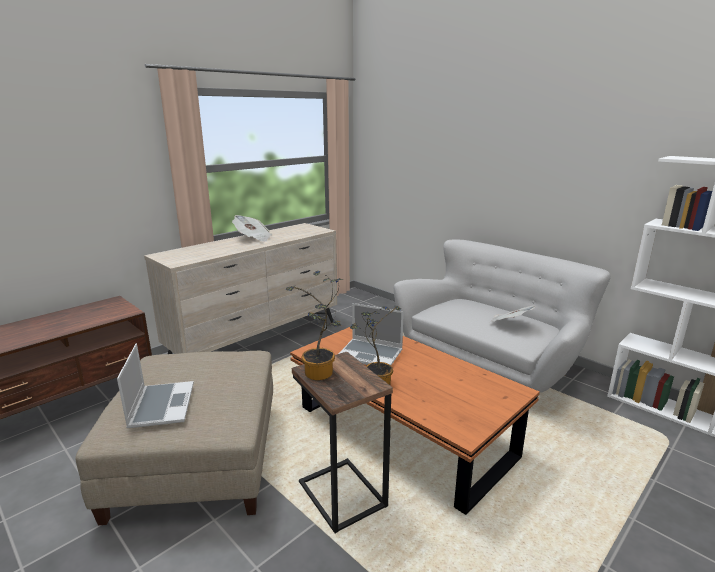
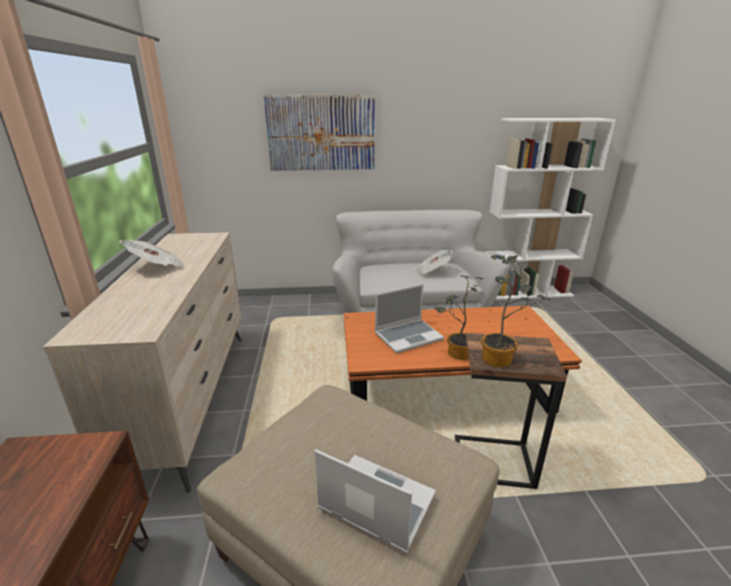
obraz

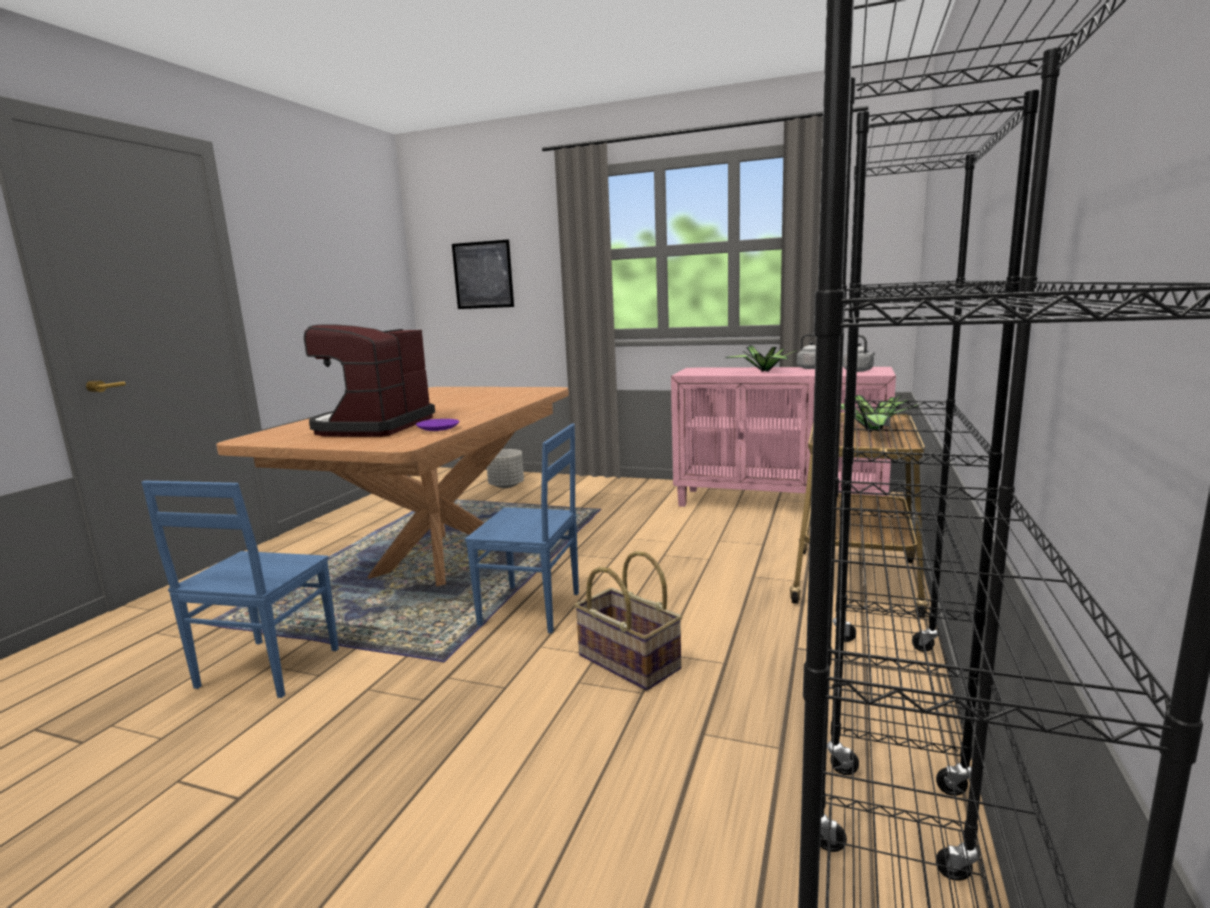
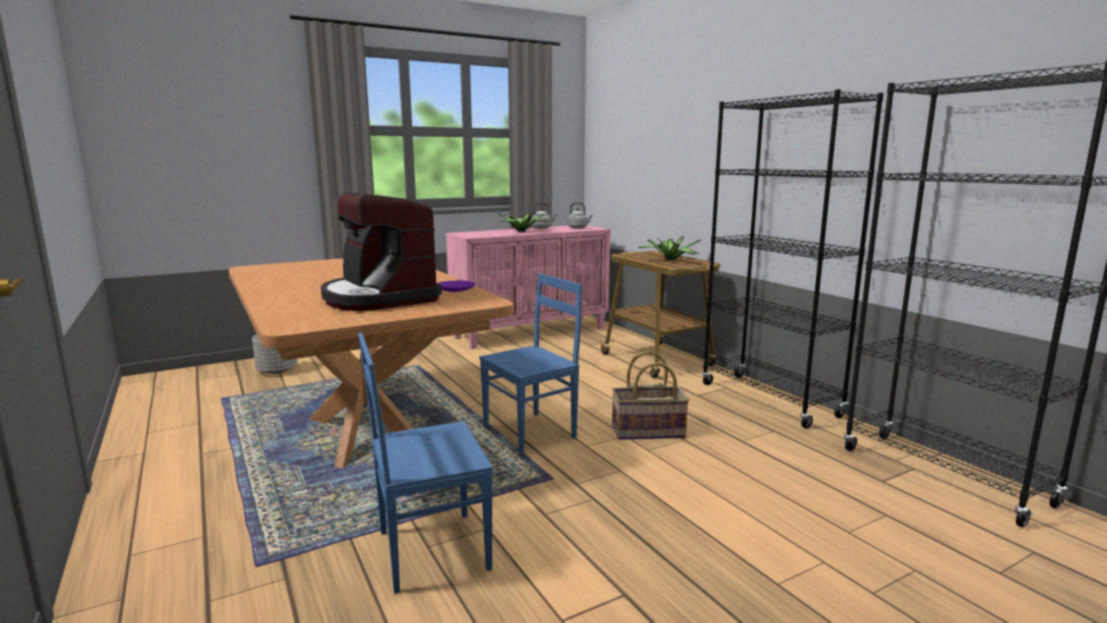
obraz
krzesło [niebieski] (1st from left)

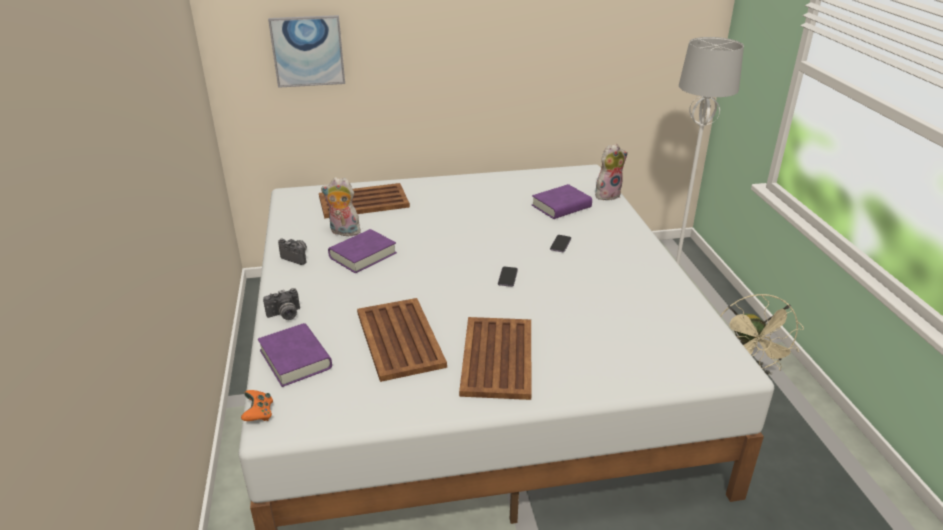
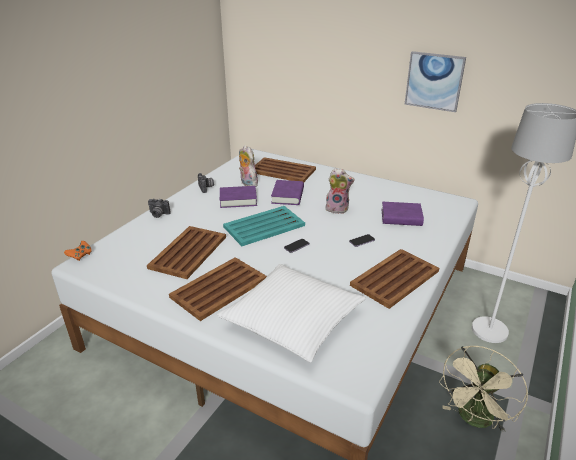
poduszka [biały]
taca [turkusowy]
taca [brązowy] (4th from left)
książka [fioletowy] (2nd from left)
obraz
pluszak (2nd from left)

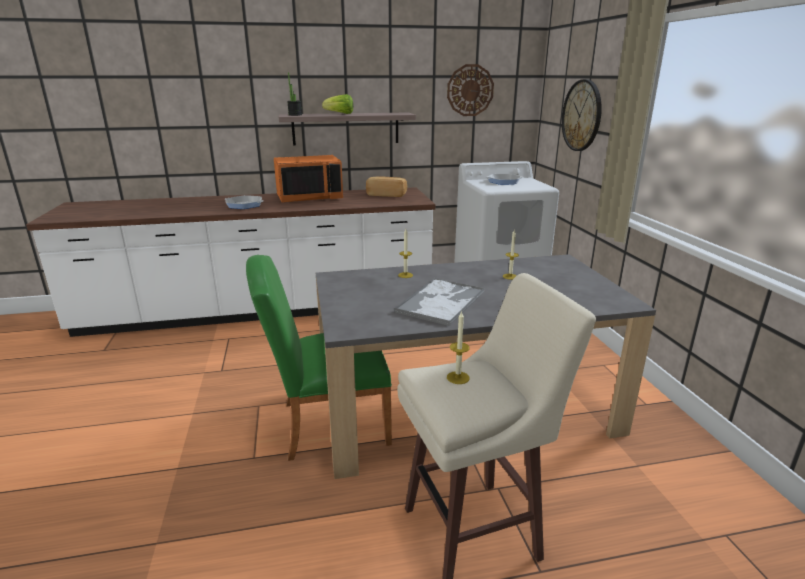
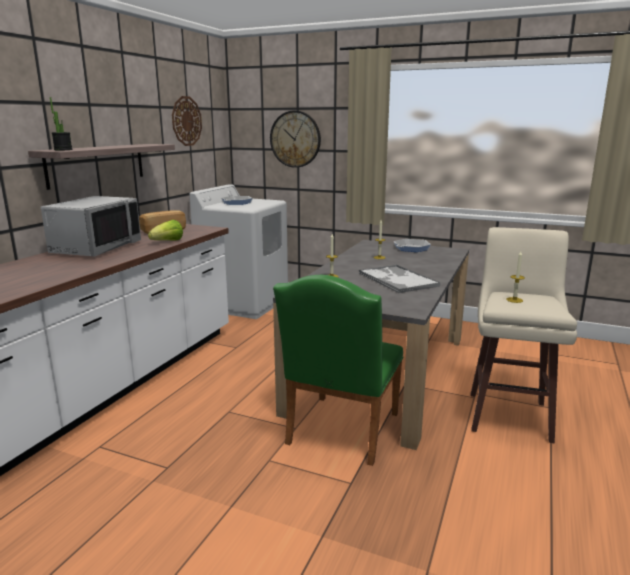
patelnia (2nd from left)
sałata
mikrofalówka [szary]

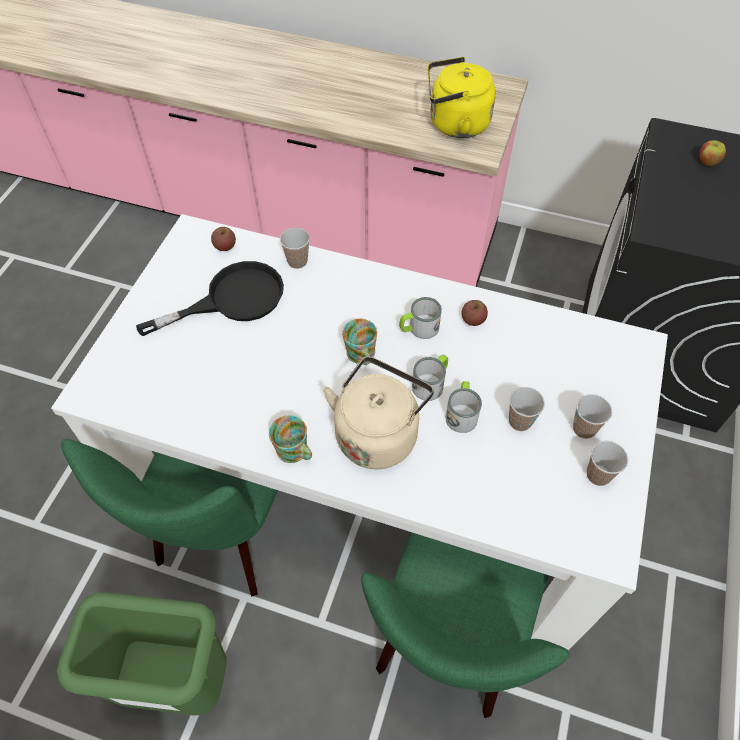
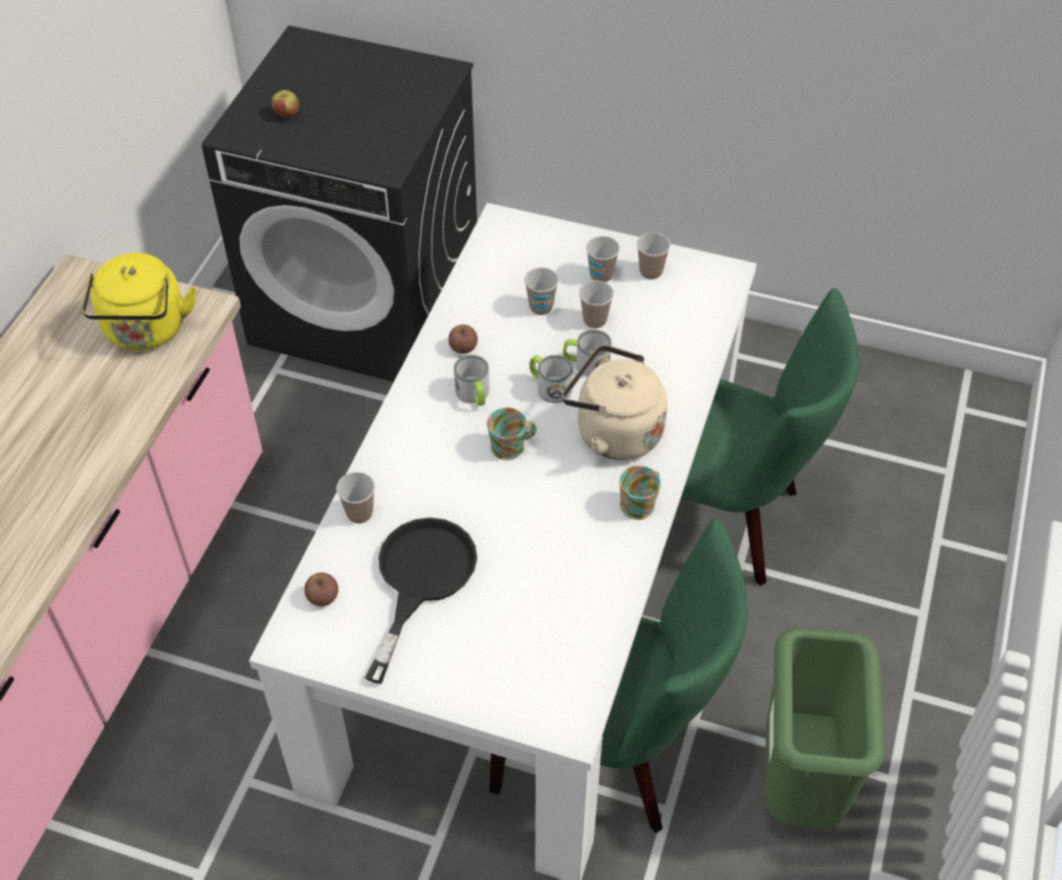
filiżanka (2nd from left)
patelnia [czarny]

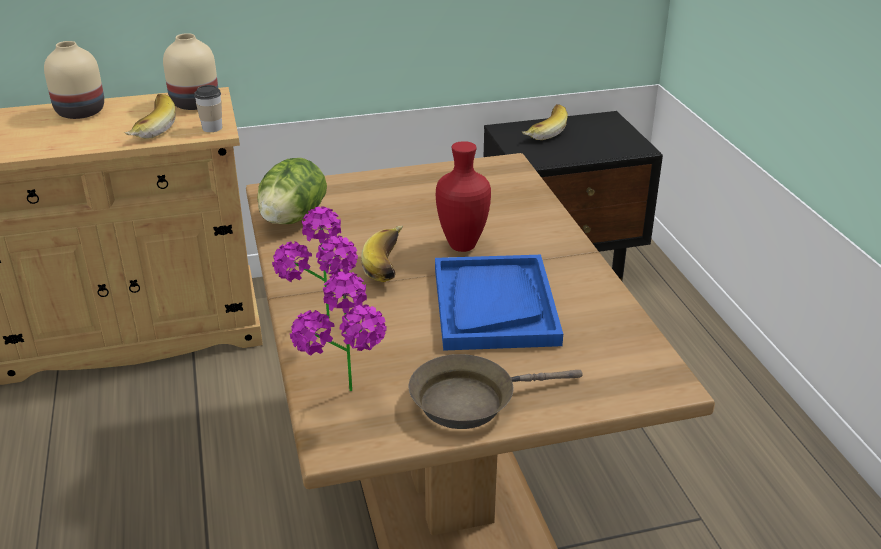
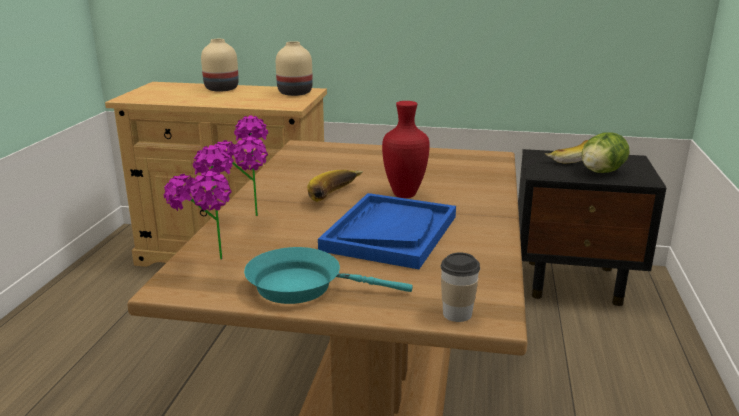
banan (1st from left in the first image)
filiżanka
sałata
patelnia [turkusowy]

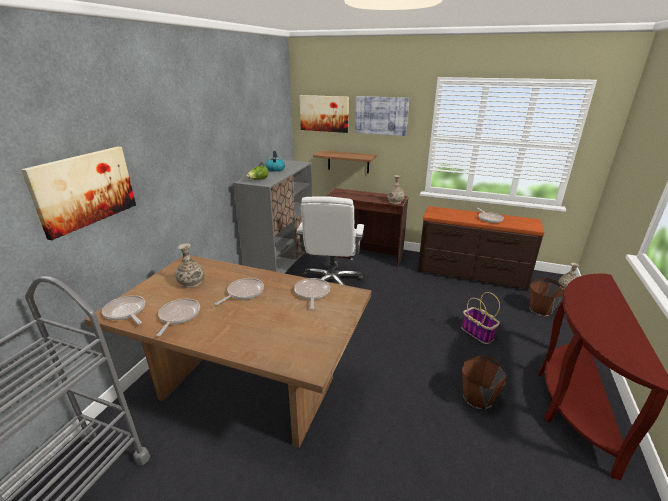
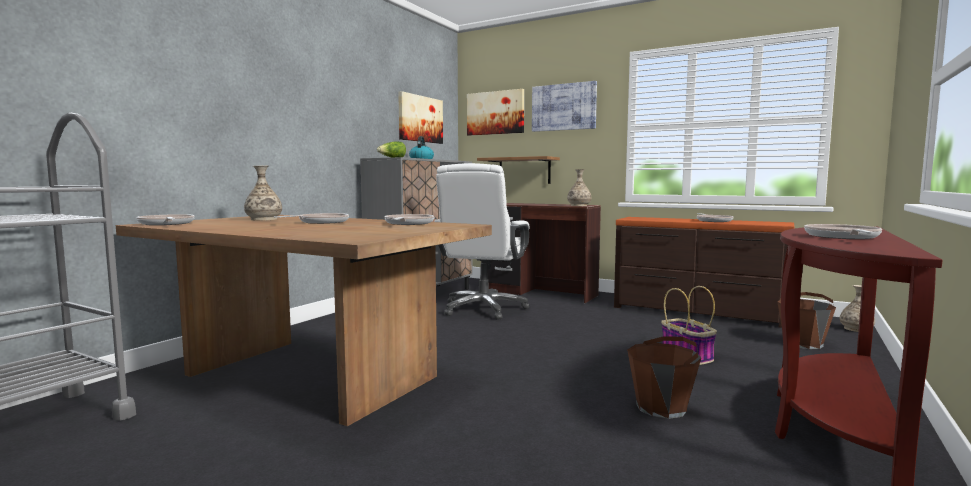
obraz (1st from left)
patelnia (5th from left)

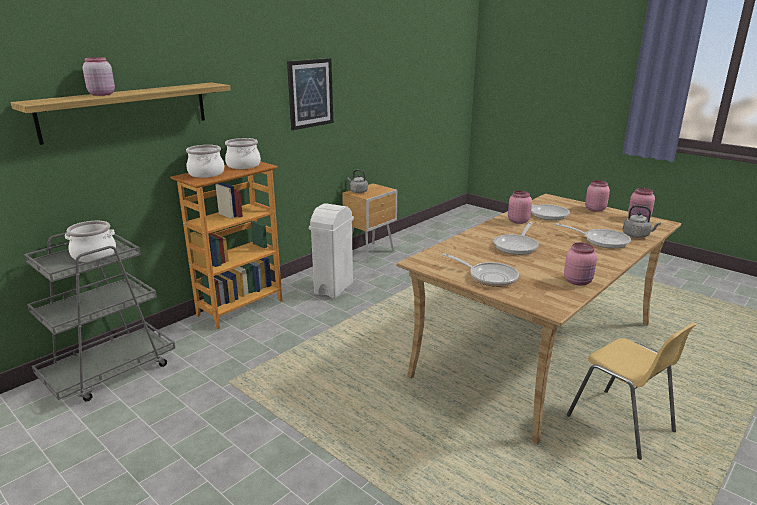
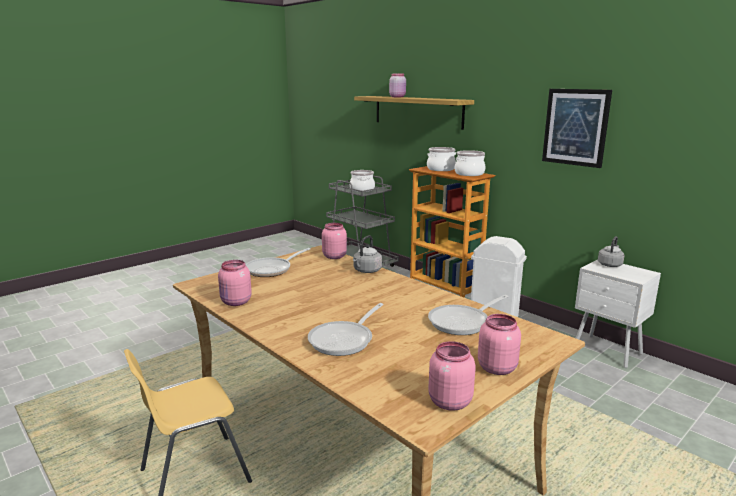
patelnia (2nd from left in the first image)
słoik [różowy] (2nd from left)
czajnik [szary] (1st from left)
szafka nocna [biały]

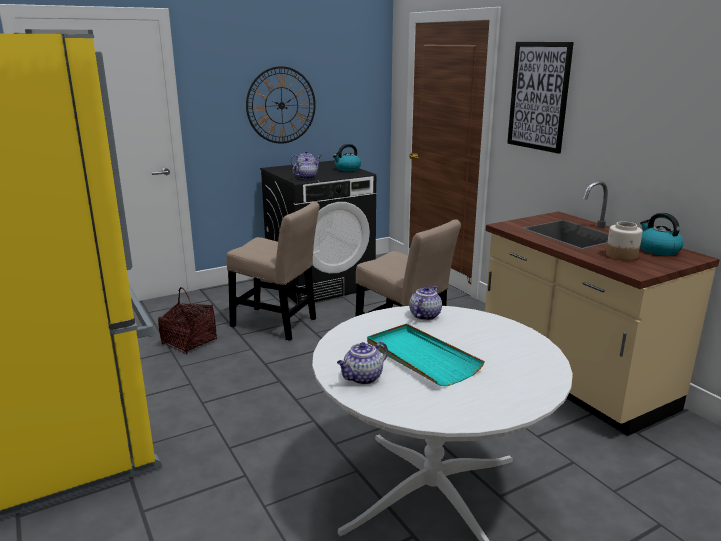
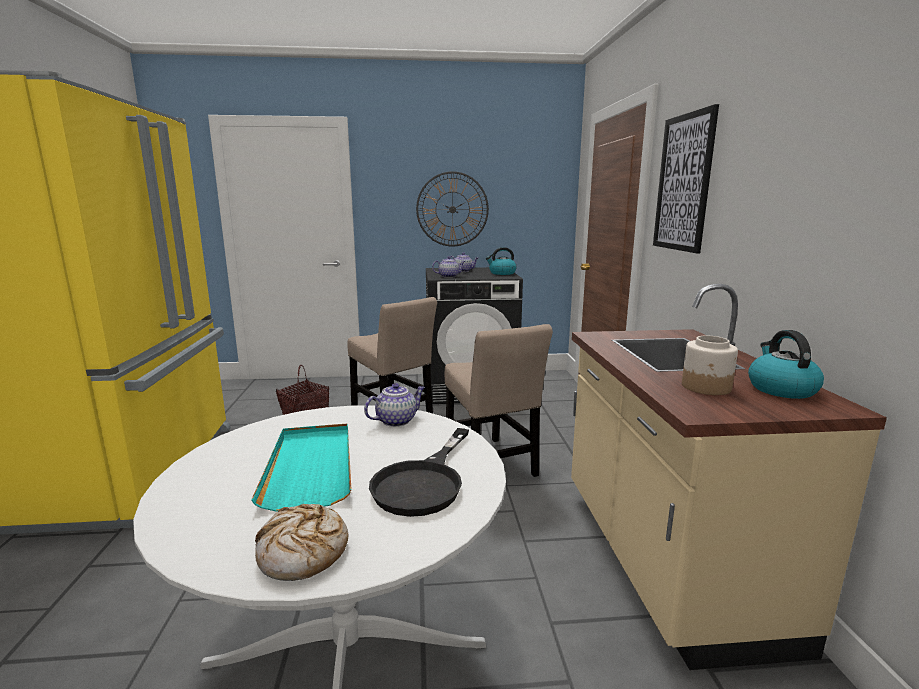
imbryk (3rd from left in the first image)
chleb
patelnia [czarny]

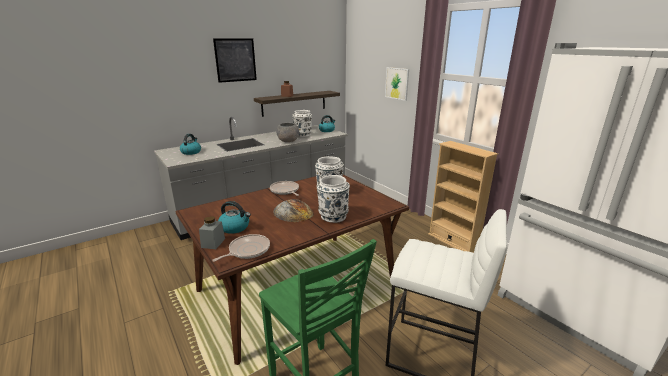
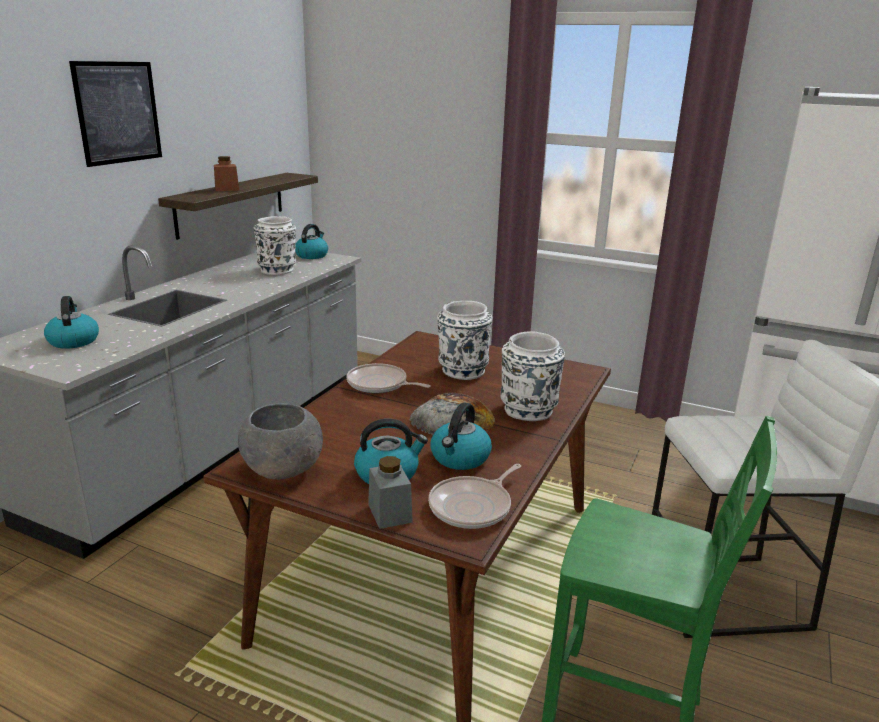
obraz (2nd from left in the first image)
regał [beżowy]
czajnik (4th from left)
miska [szary]
patelnia (2nd from left)

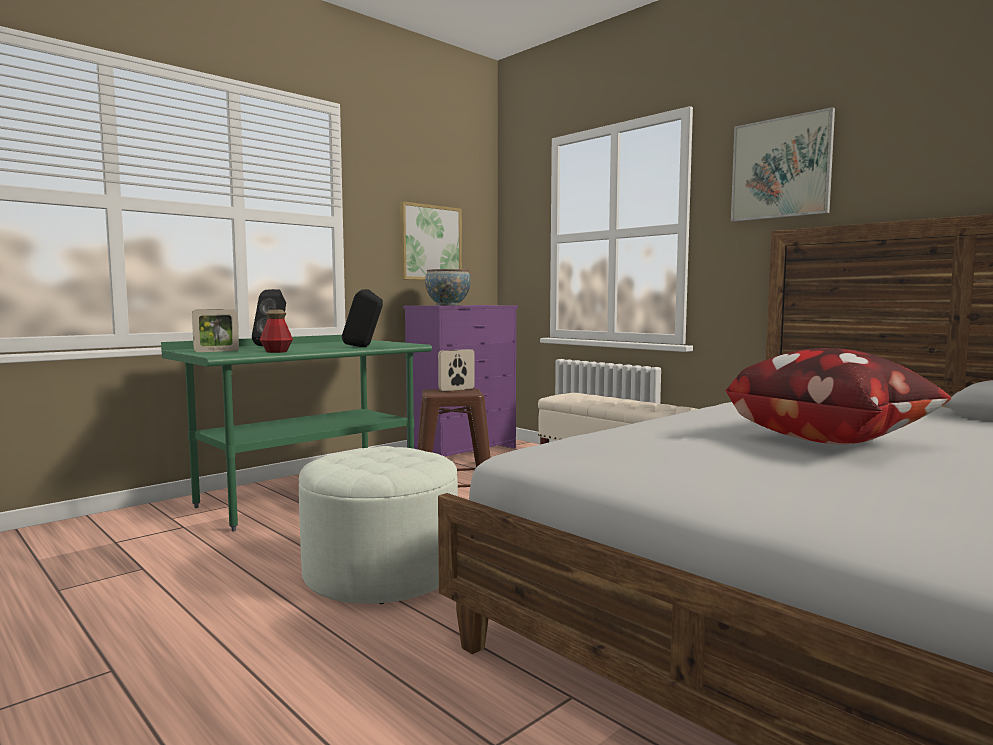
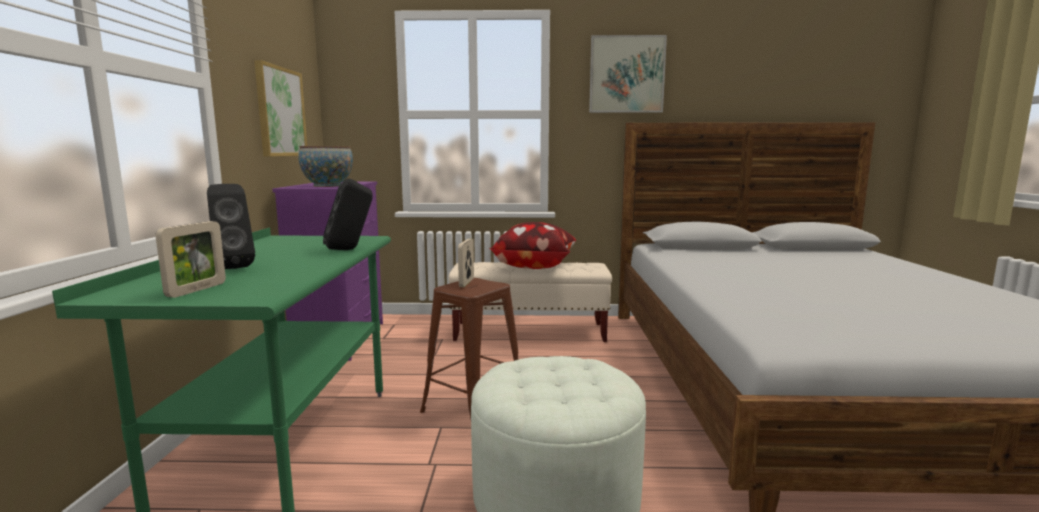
butelka
poduszka

